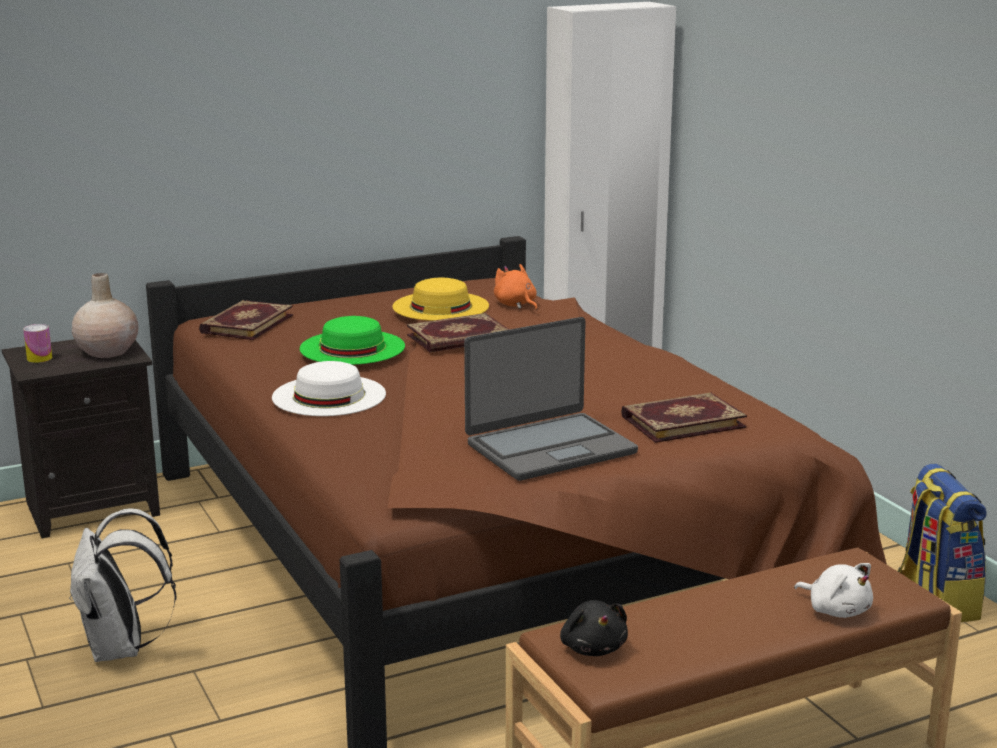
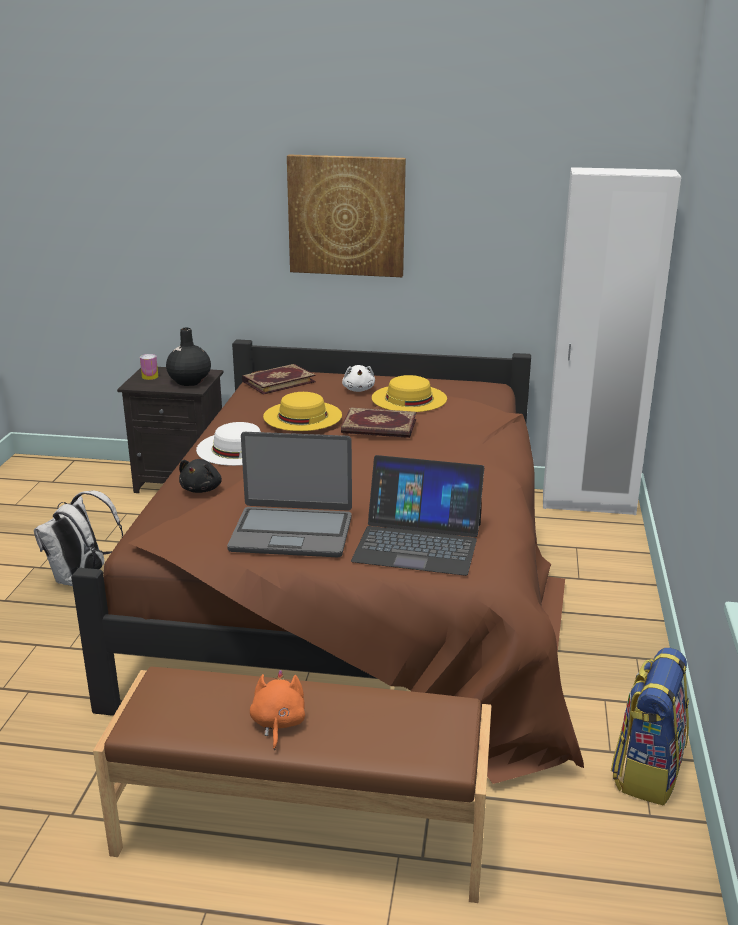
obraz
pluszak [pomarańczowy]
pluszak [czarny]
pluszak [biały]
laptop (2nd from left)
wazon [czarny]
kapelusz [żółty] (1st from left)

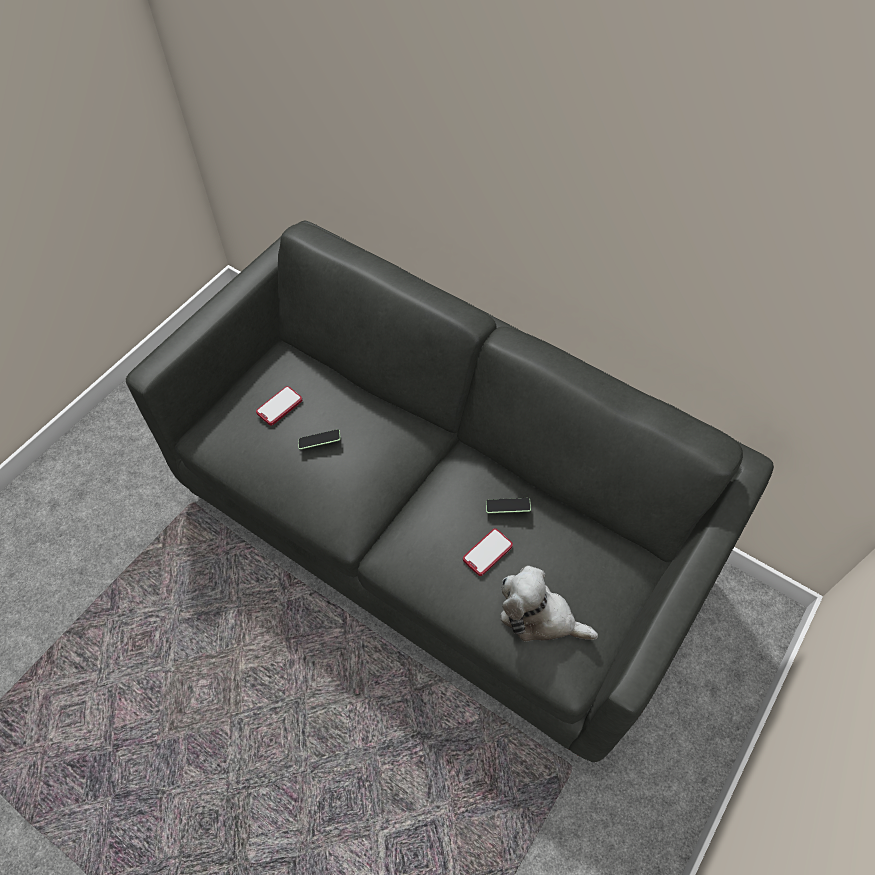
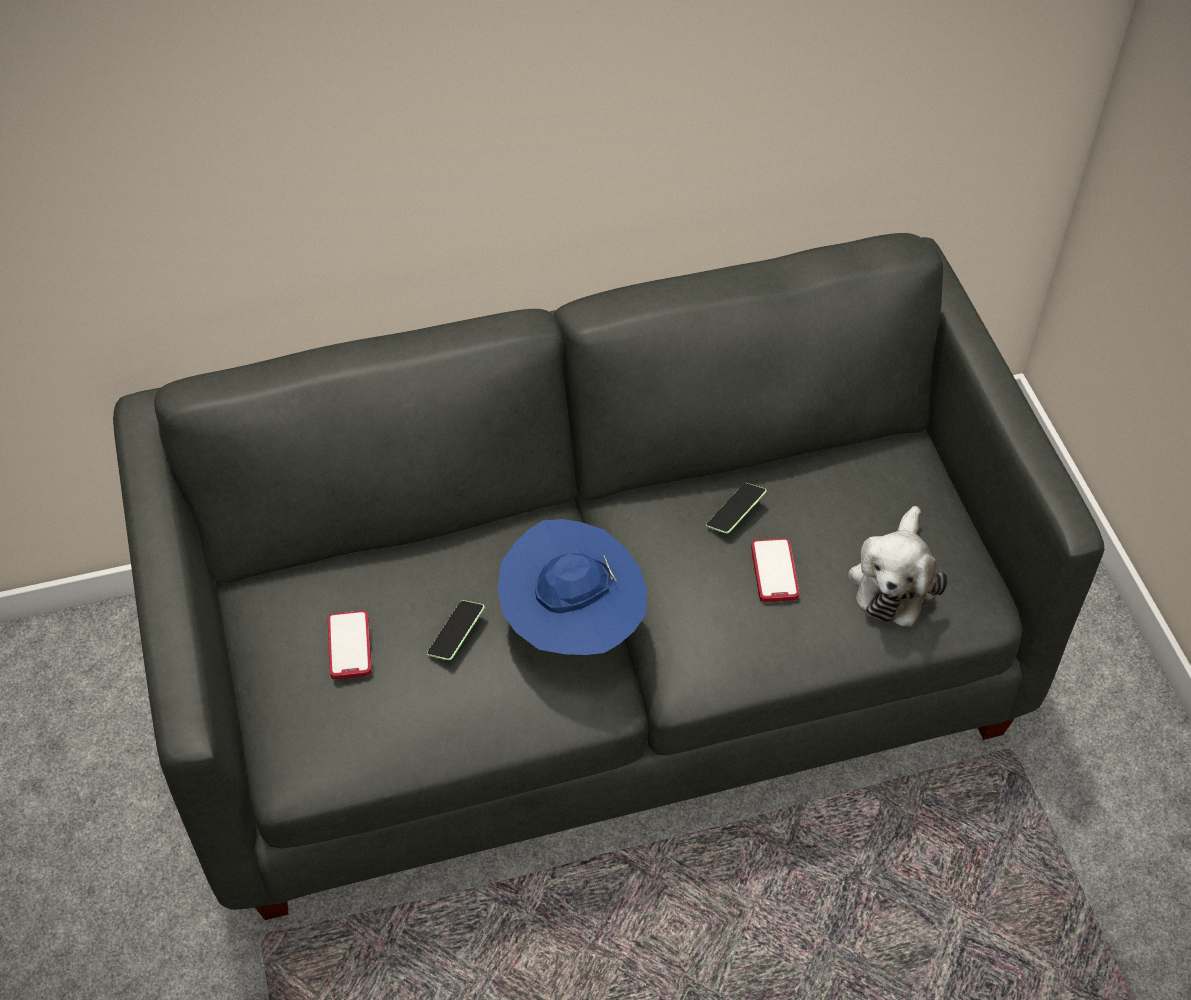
kapelusz [niebieski]
pluszak

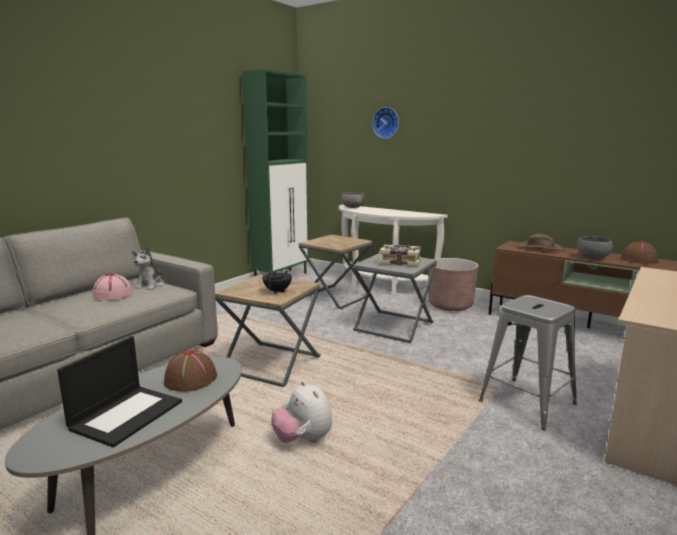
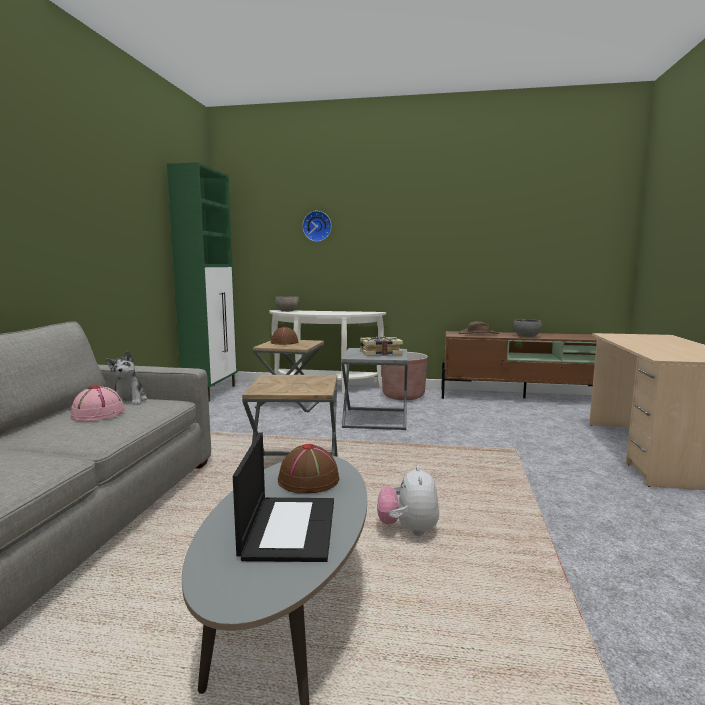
imbryk [czarny]
stołek [szary]
kapelusz [brązowy] (1st from left)
pluszak (2nd from left)

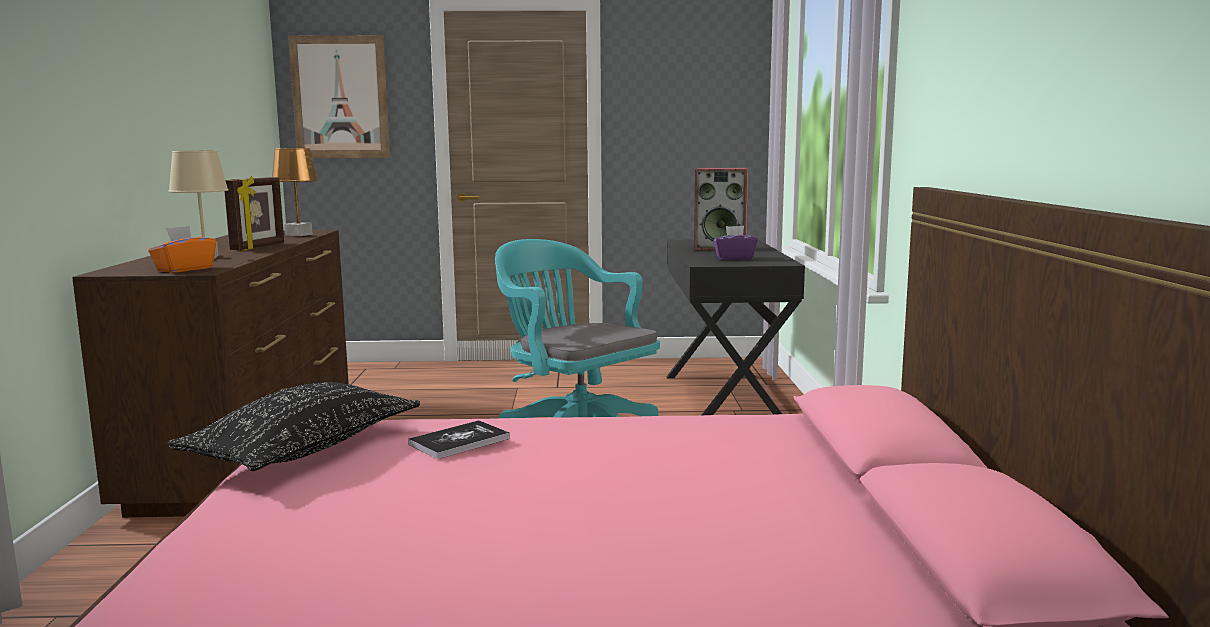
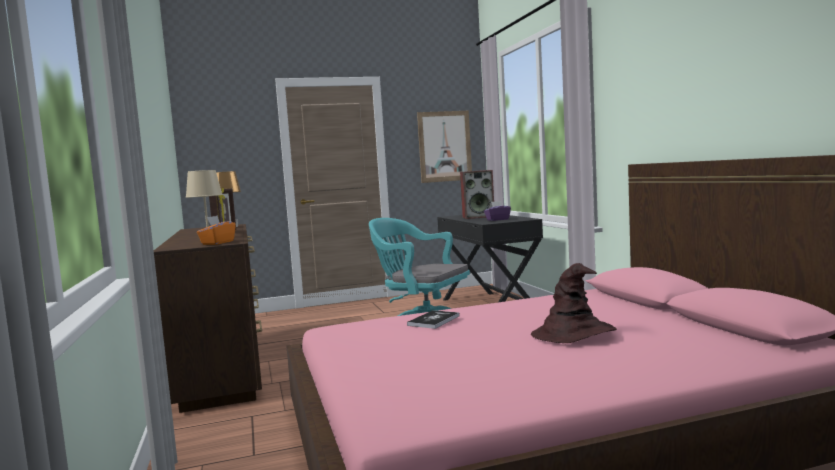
poduszka [czarny]
kapelusz [brązowy]
obraz

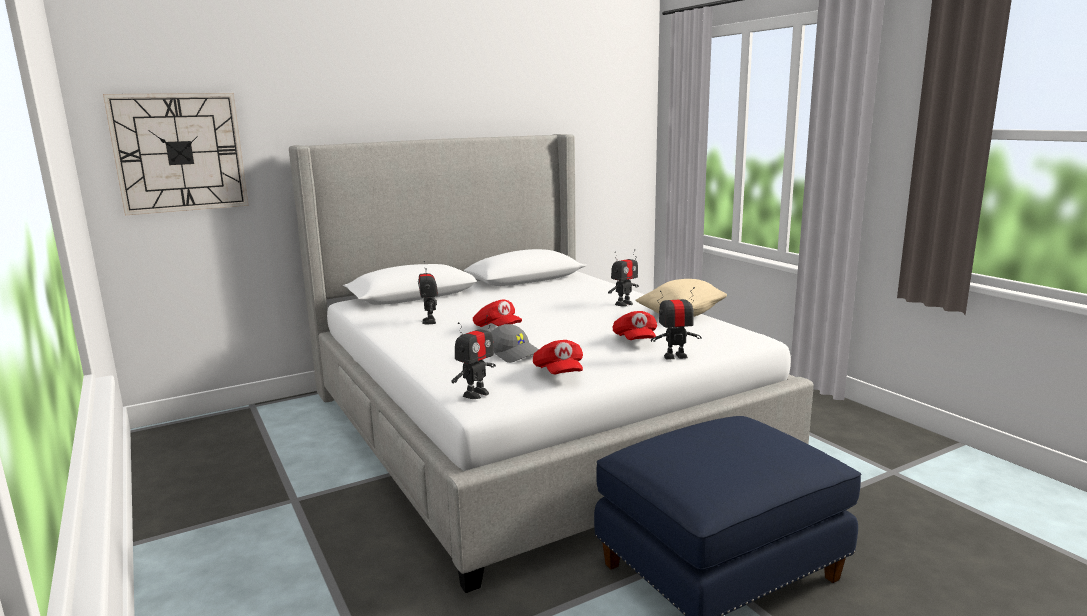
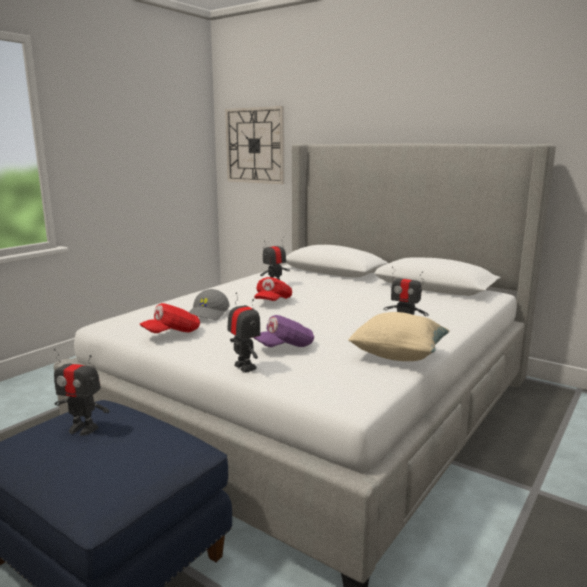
robot zabawkowy (1st from left)
czapka z daszkiem [fioletowy]

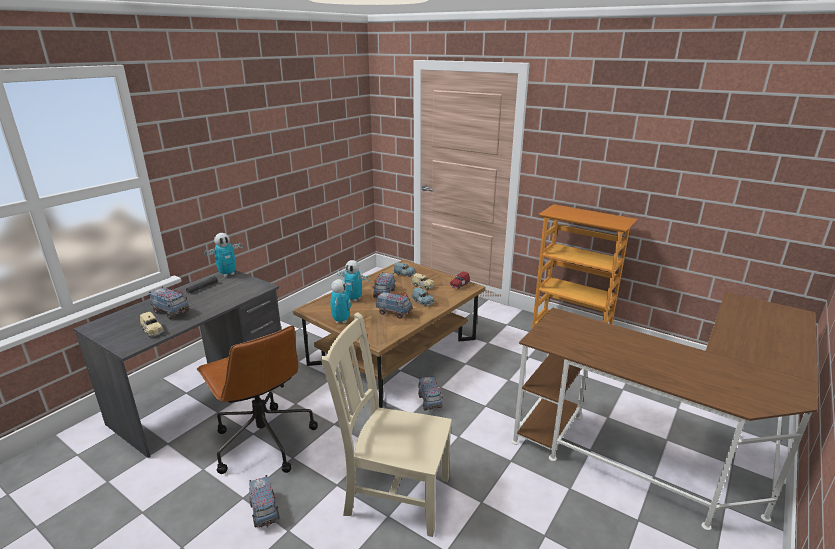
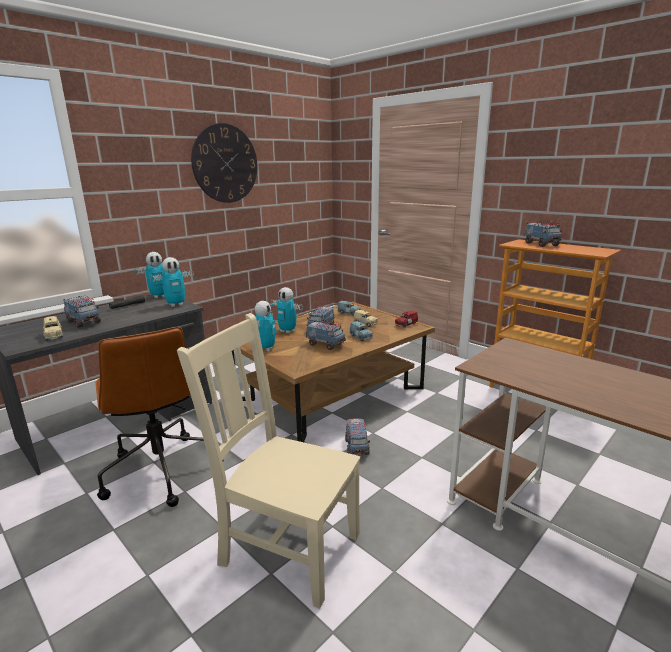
robot zabawkowy (2nd from left)
zegar ścienny
ciężarówka zabawkowa (5th from left)

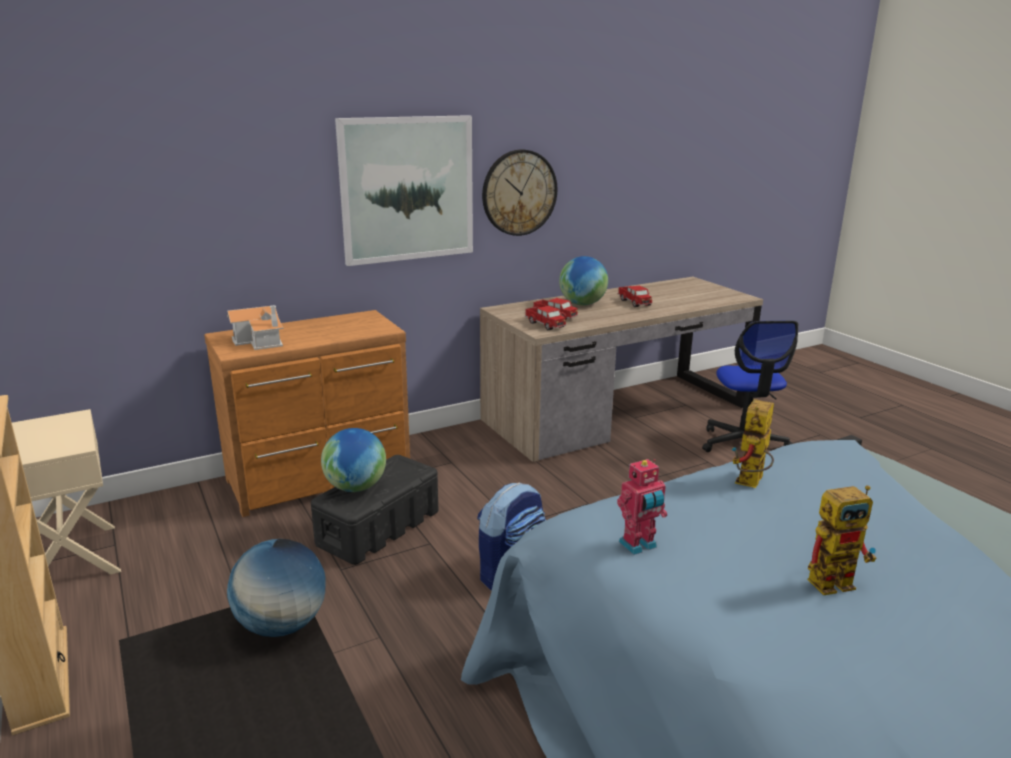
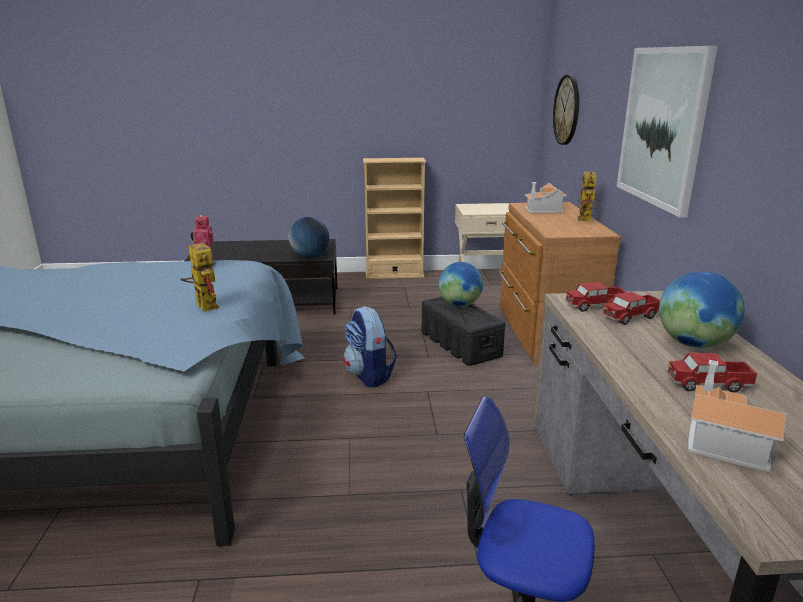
domek (2nd from left)
zegar ścienny
robot zabawkowy (3rd from left)

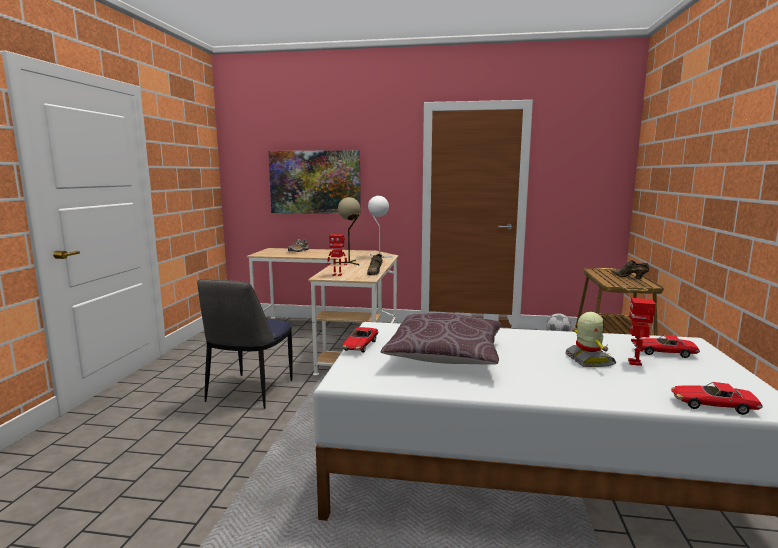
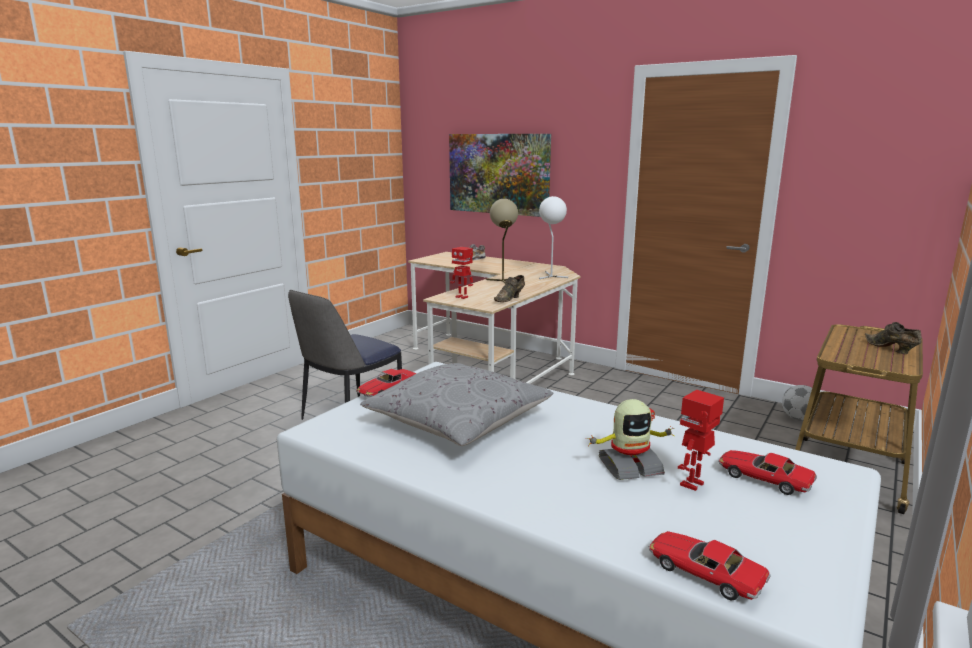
poduszka [szary]
robot zabawkowy (2nd from left)

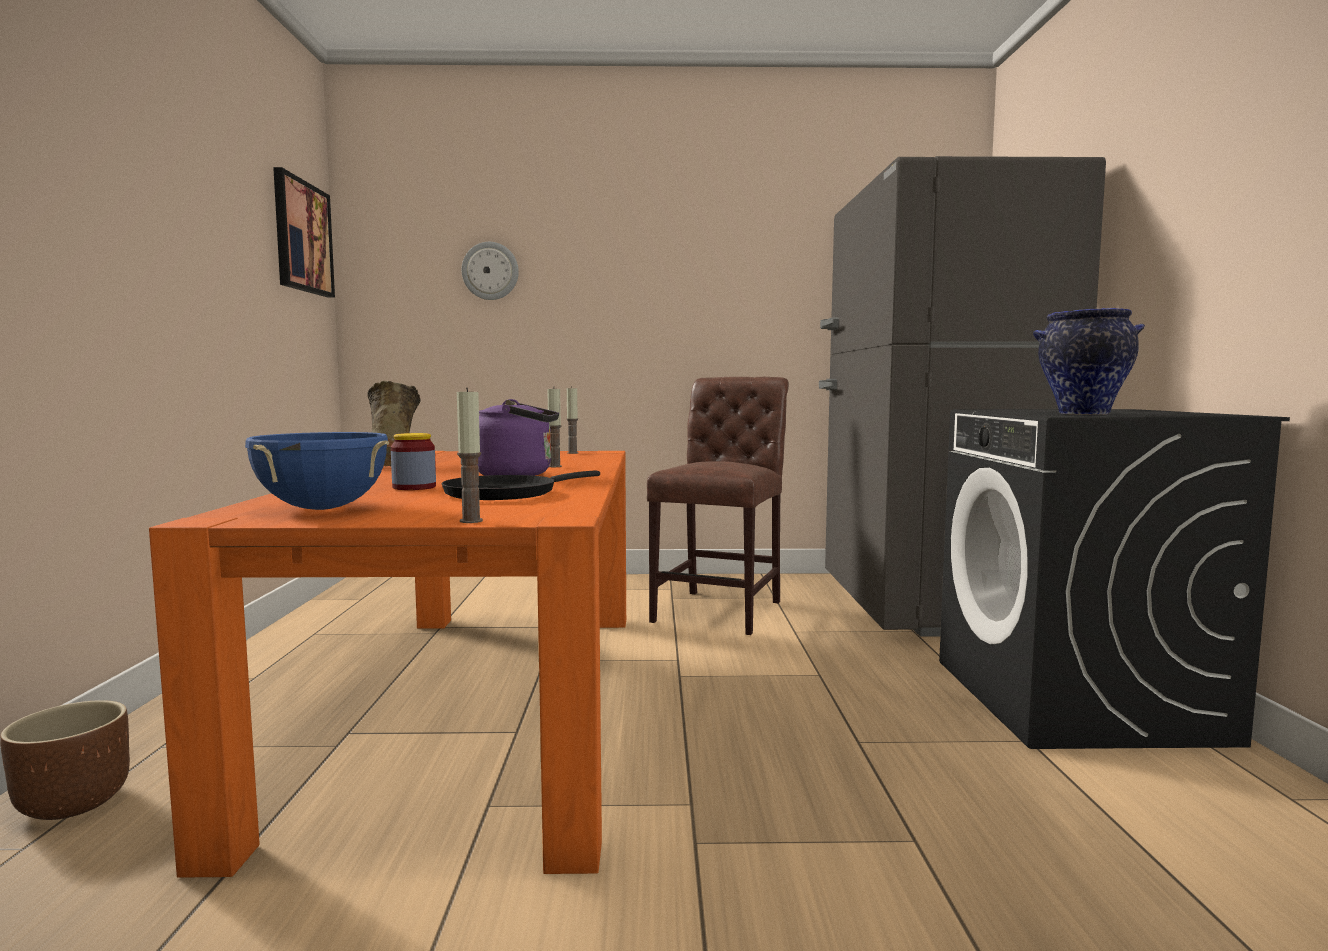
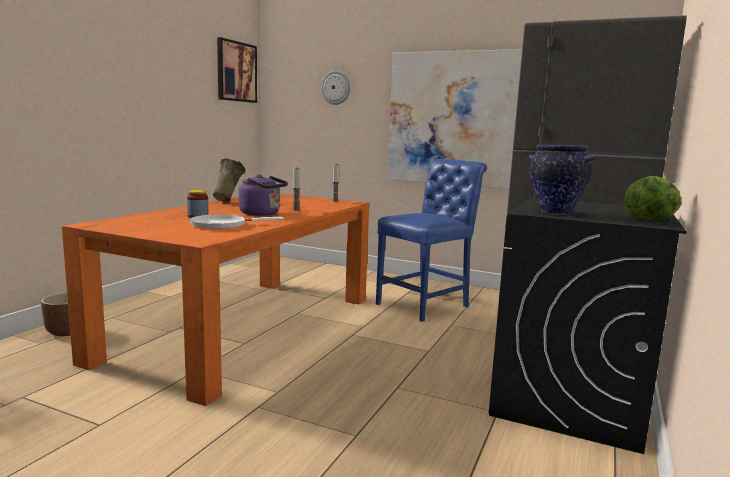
garnek [niebieski]
świeca (1st from left in the first image)
obraz (2nd from left)
sałata
patelnia [biały]
krzesło [niebieski]

